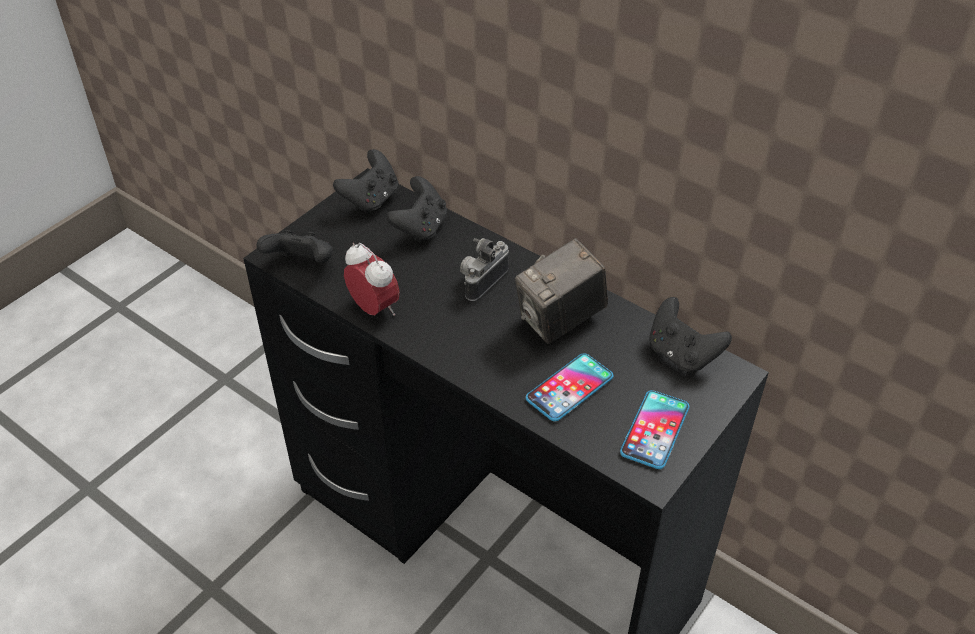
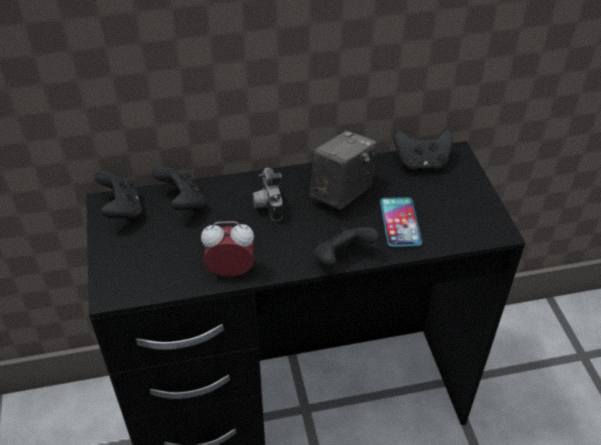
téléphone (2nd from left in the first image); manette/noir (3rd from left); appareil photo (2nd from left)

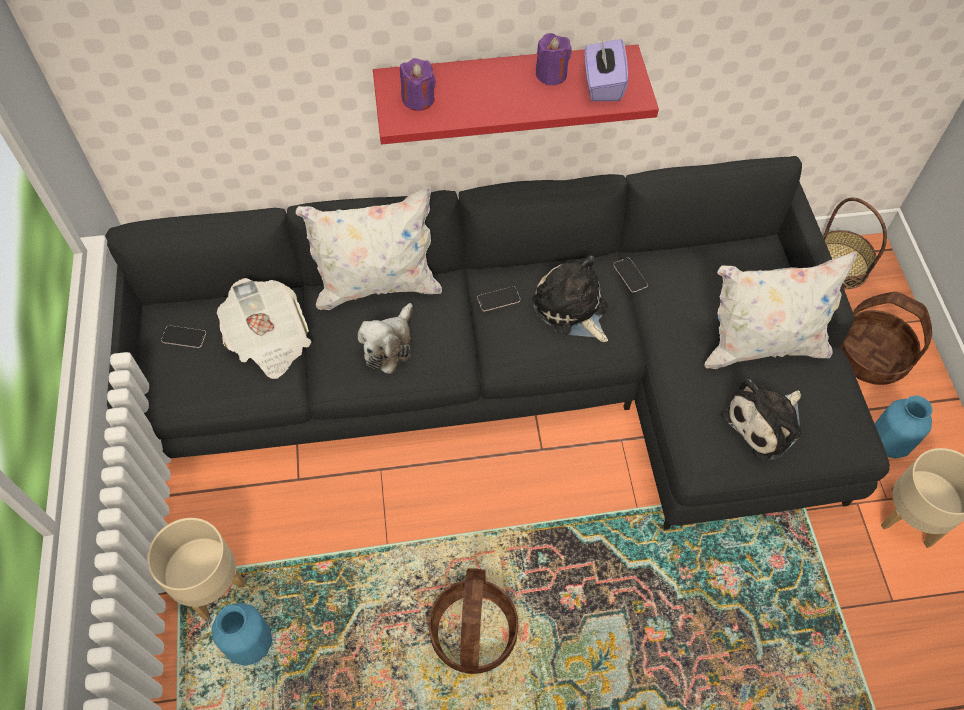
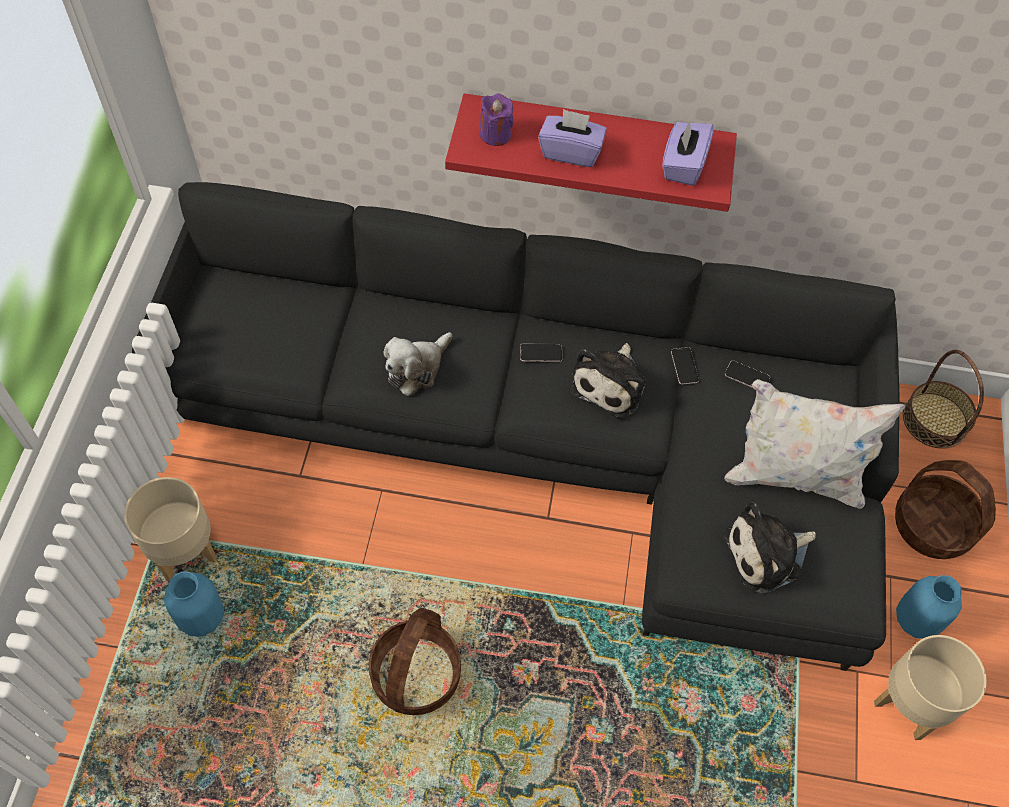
journal; coussin/blanc (1st from left in the first image); bougie/violet (2nd from left in the first image); boîte à mouchoirs/violet (1st from left); téléphone (3rd from left); peluche (2nd from left)

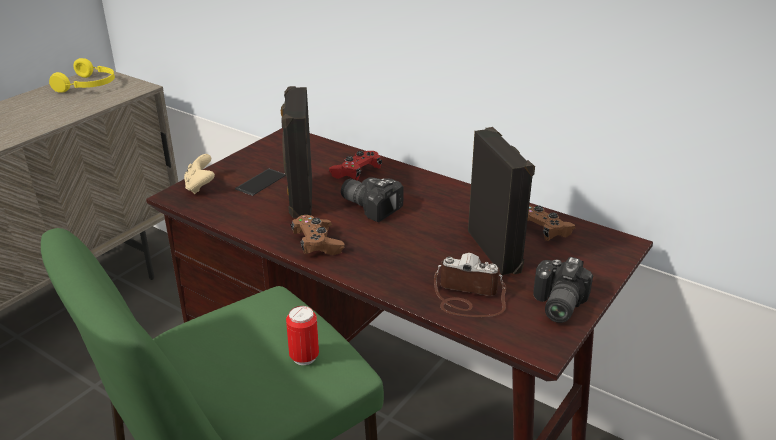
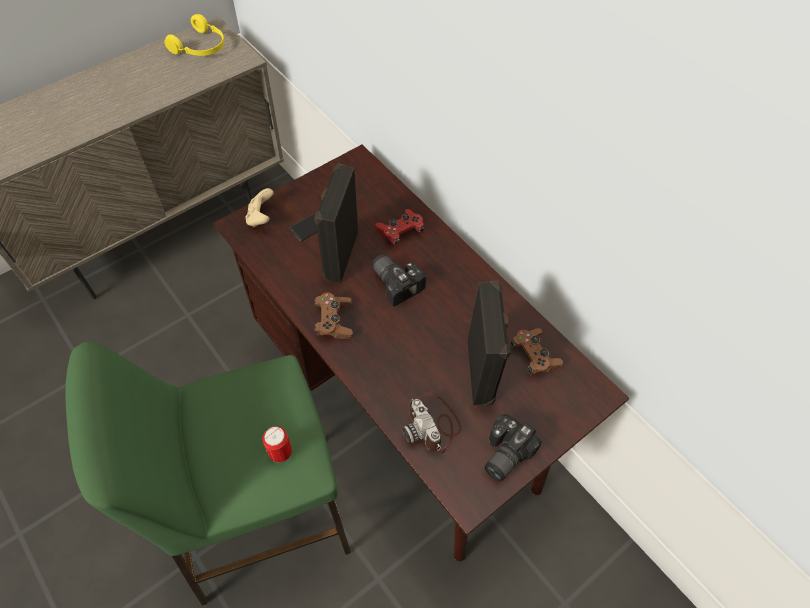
appareil photo (2nd from left)

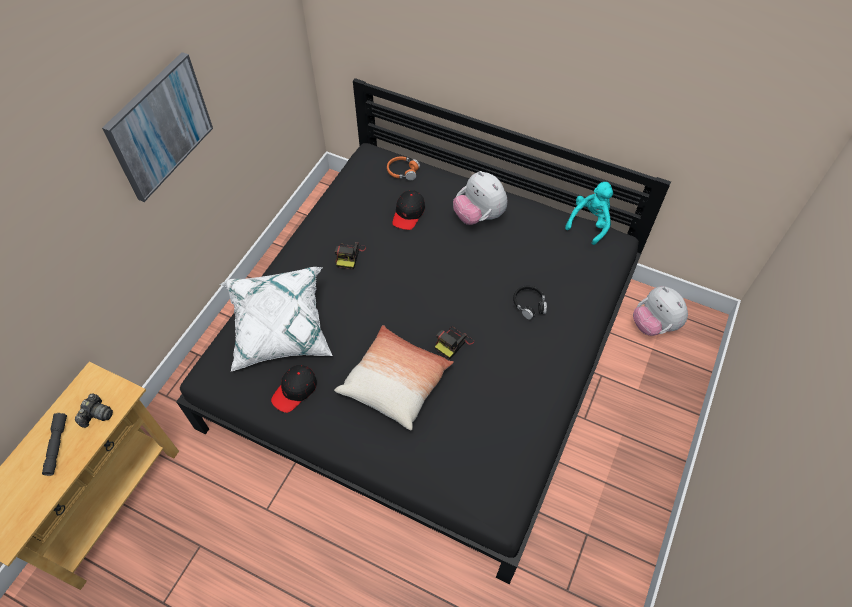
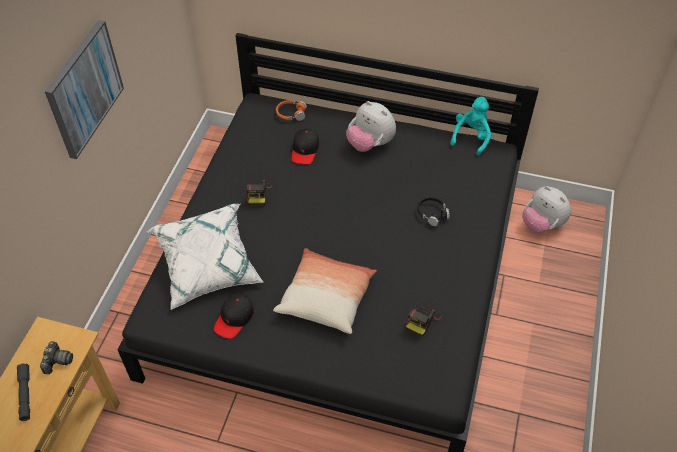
appareil photo (3rd from left)

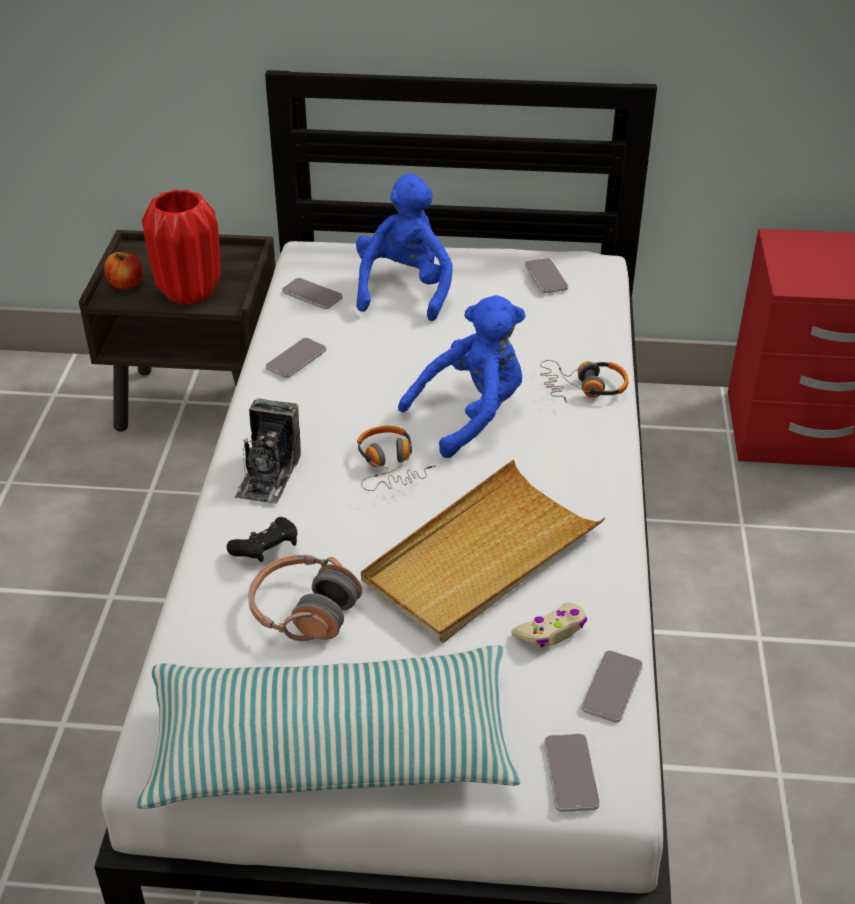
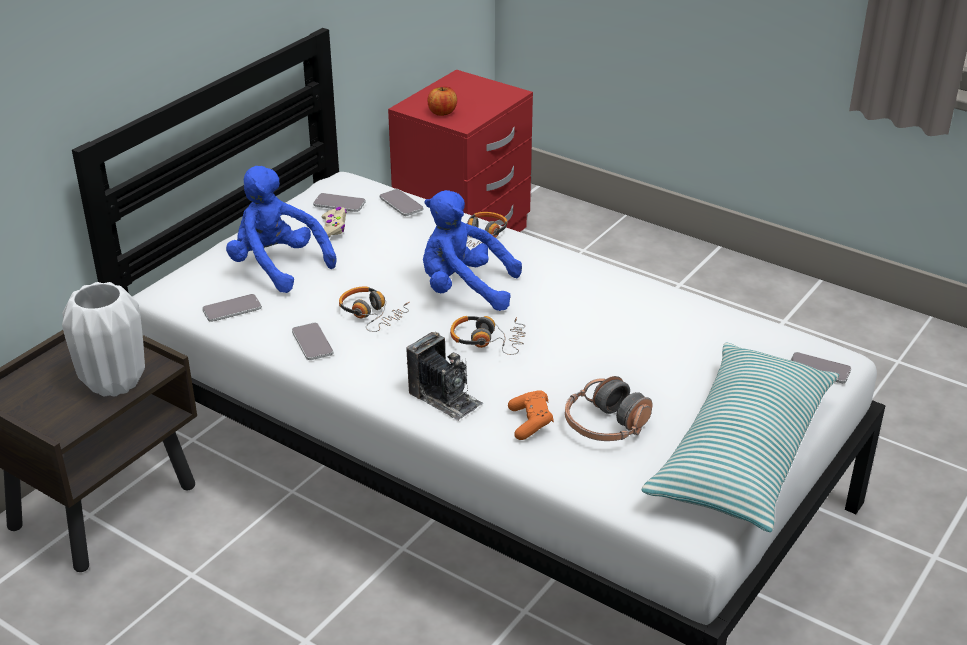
plateau/beige; casque audio (1st from left); pomme; manette/beige; téléphone (4th from left); vase/blanc; manette/orange; peluche/bleu (2nd from left)

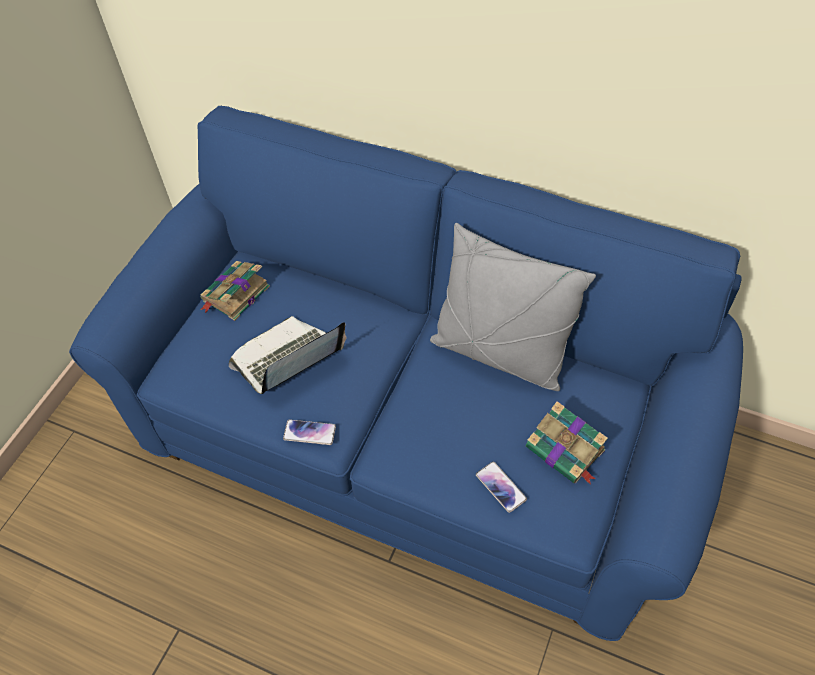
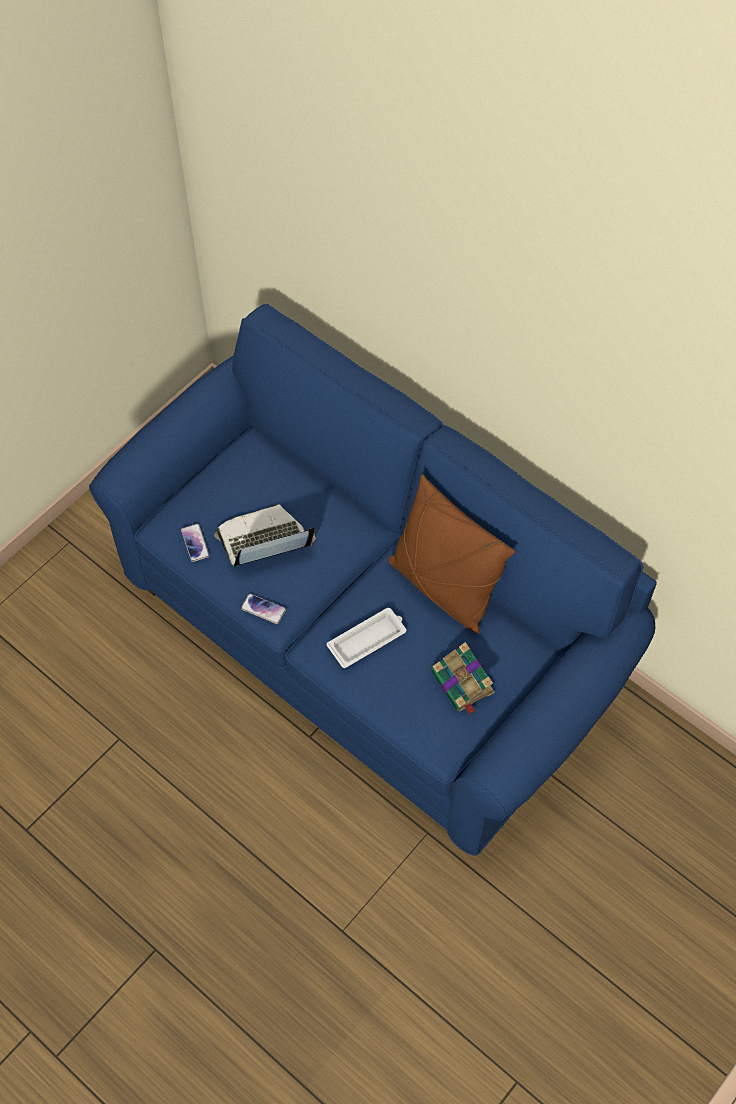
livre (1st from left in the first image); plateau/blanc; téléphone (1st from left); coussin/marron

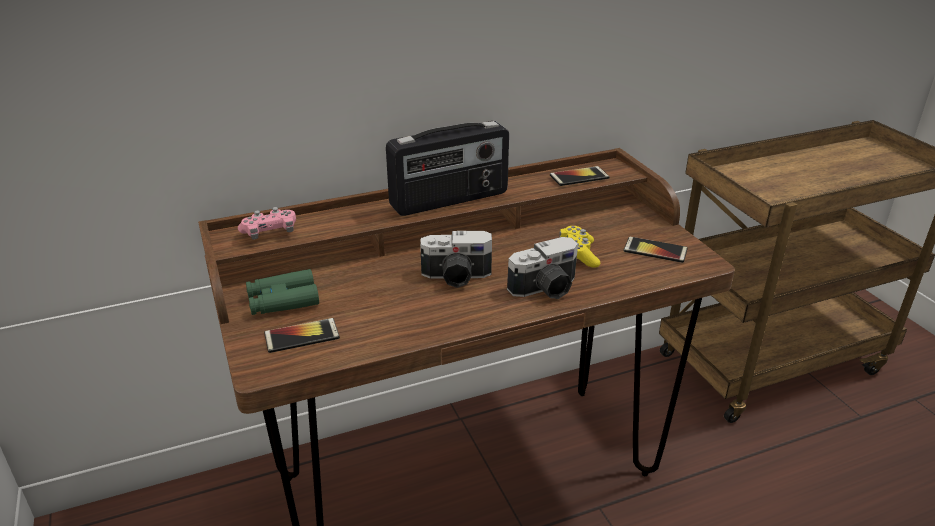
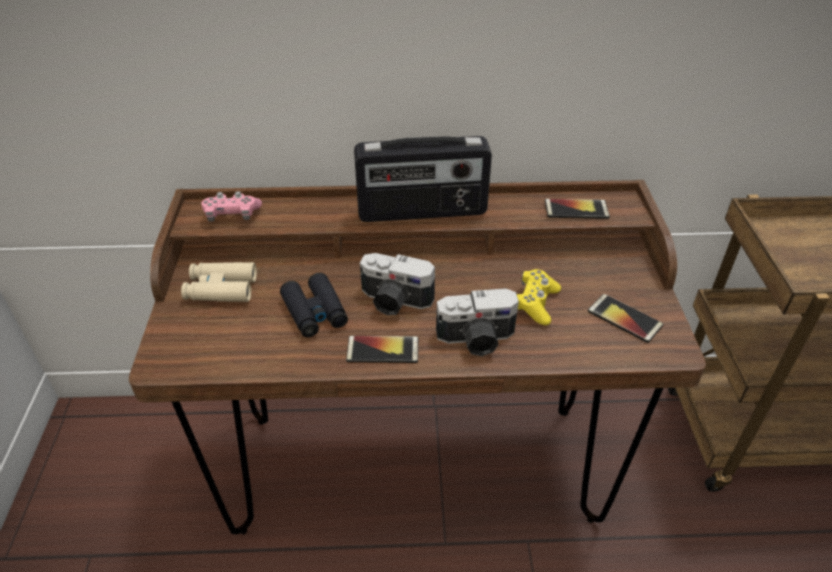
jumelles/noir; téléphone (1st from left); jumelles/beige

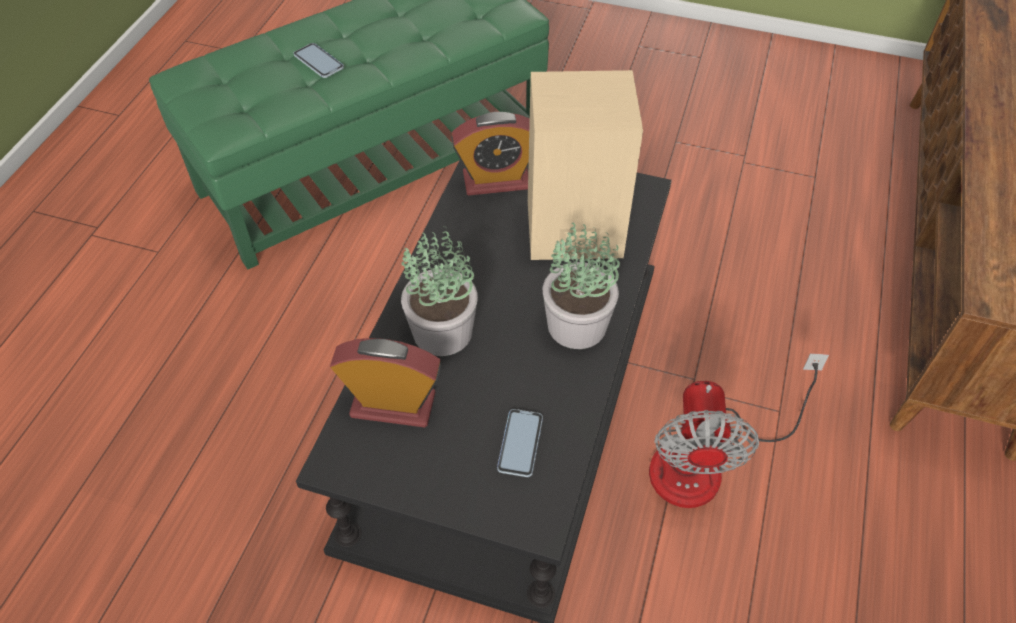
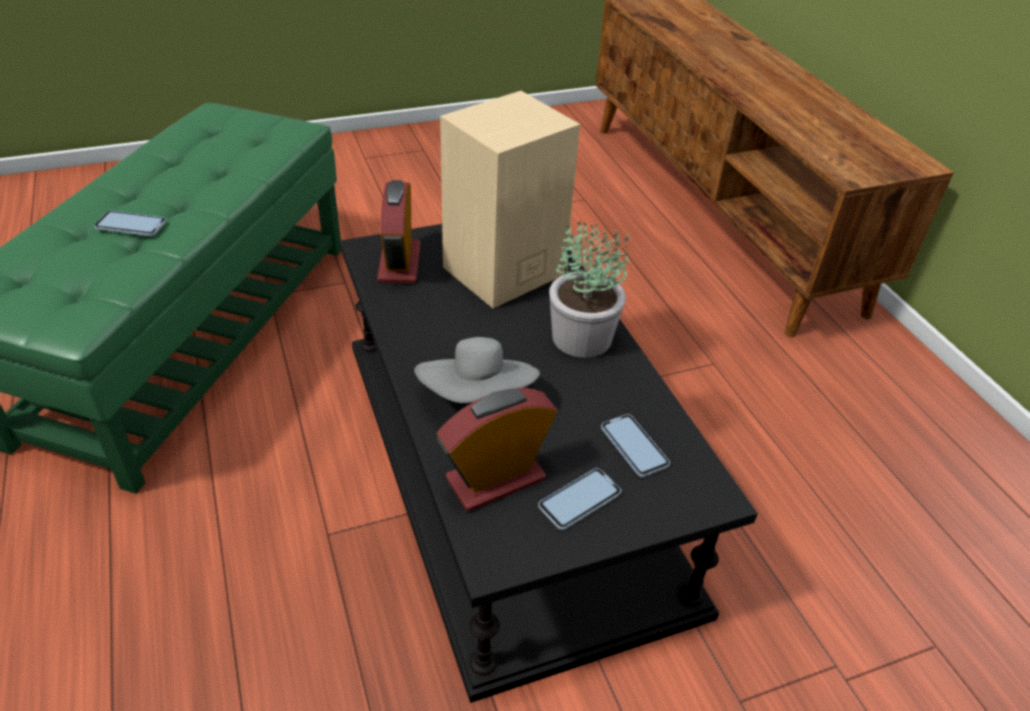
ventilateur; téléphone (2nd from left); chapeau/gris; réveil (1st from left)

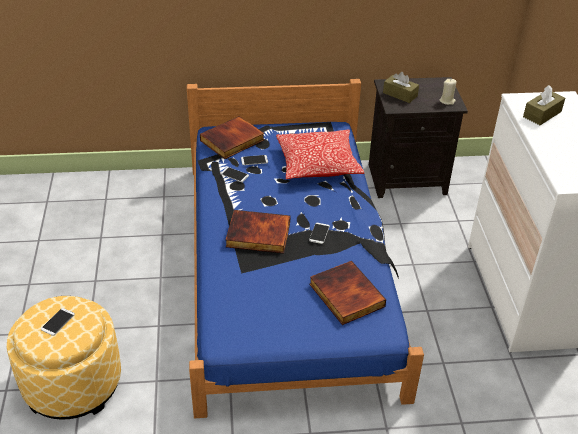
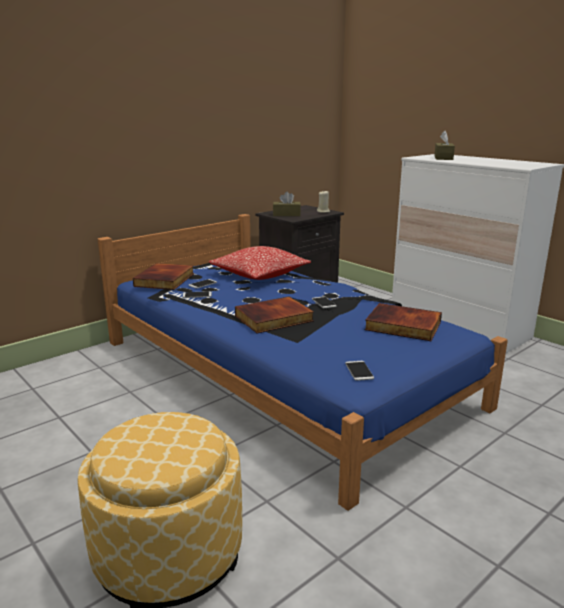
téléphone (4th from left)

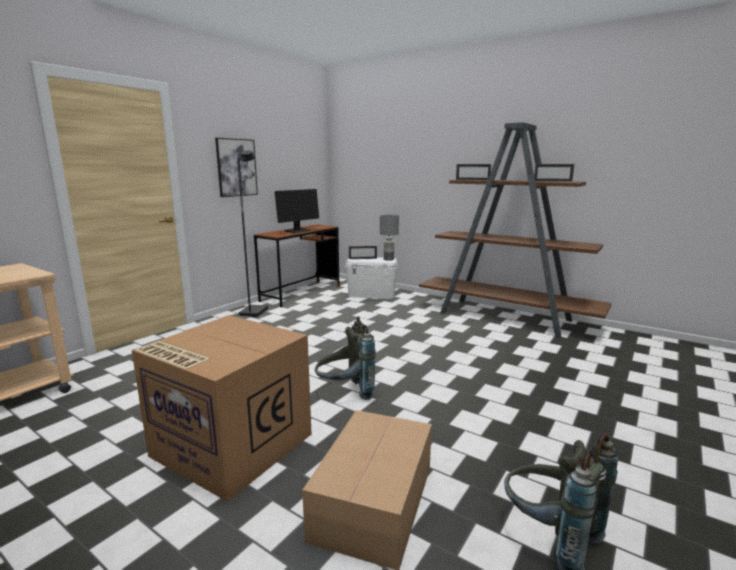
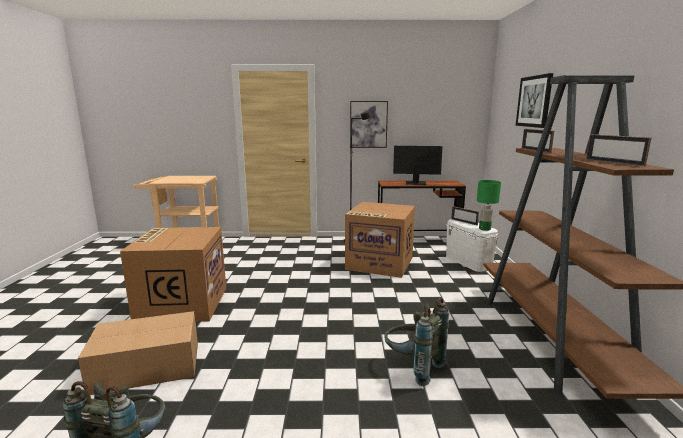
carton (3rd from left); tableau (2nd from left); sac à dos/gris (2nd from left); lampe de table/vert

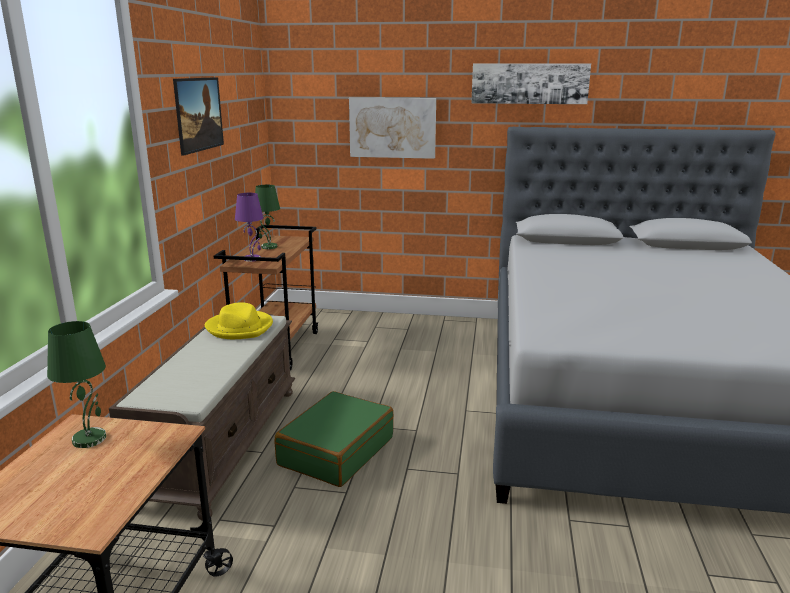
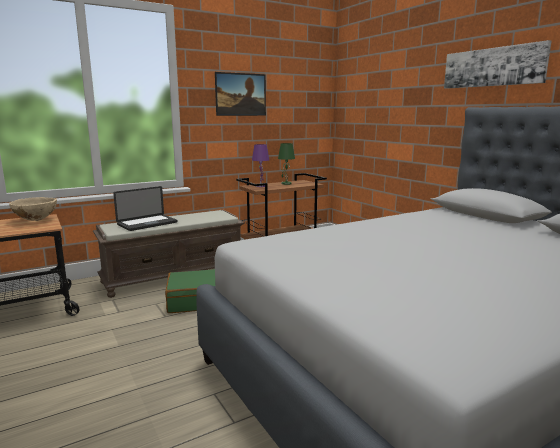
chapeau/jaune; tableau (2nd from left in the first image); ordinateur portable; bol/beige

